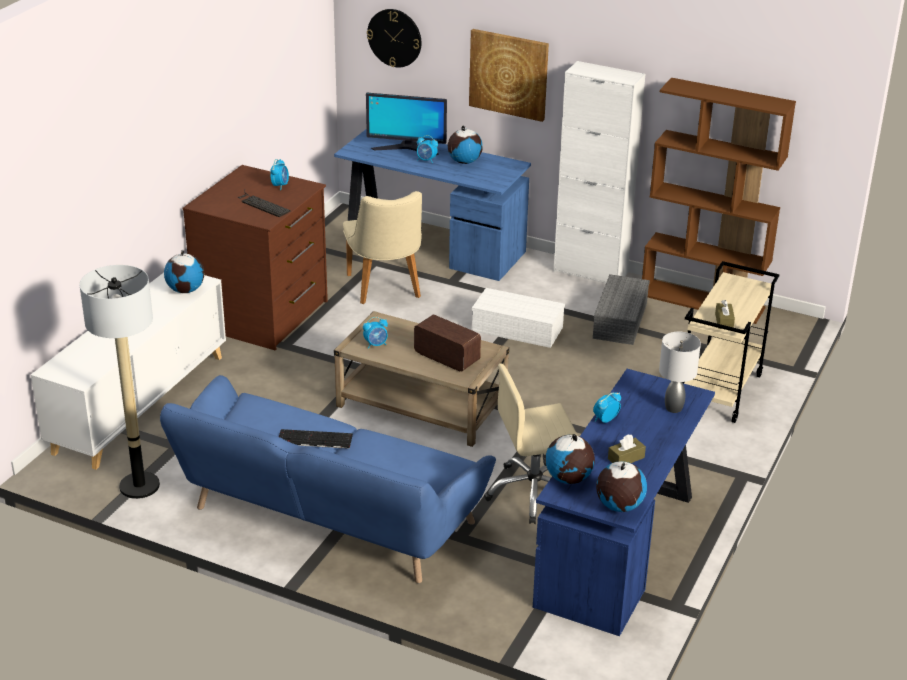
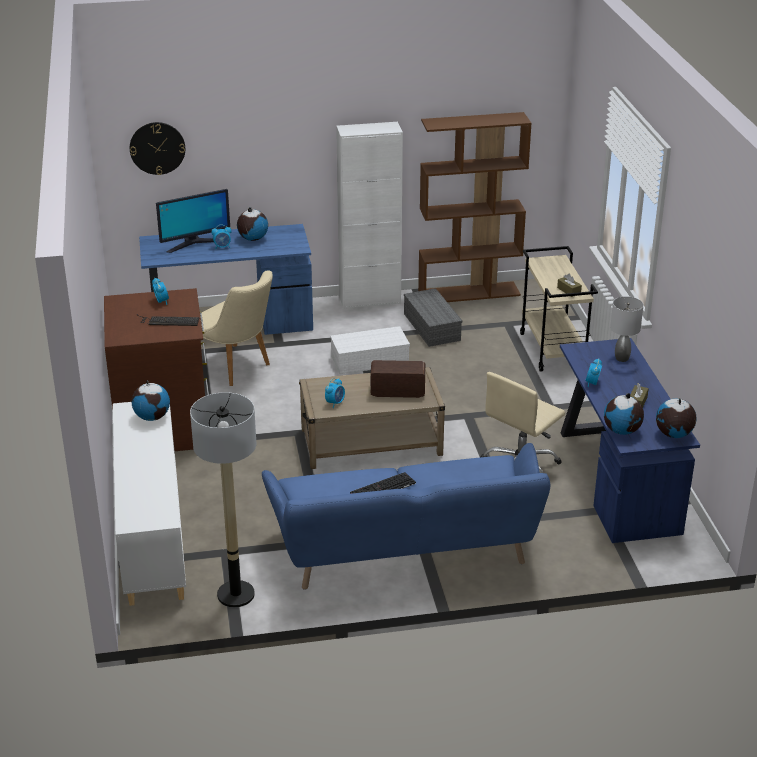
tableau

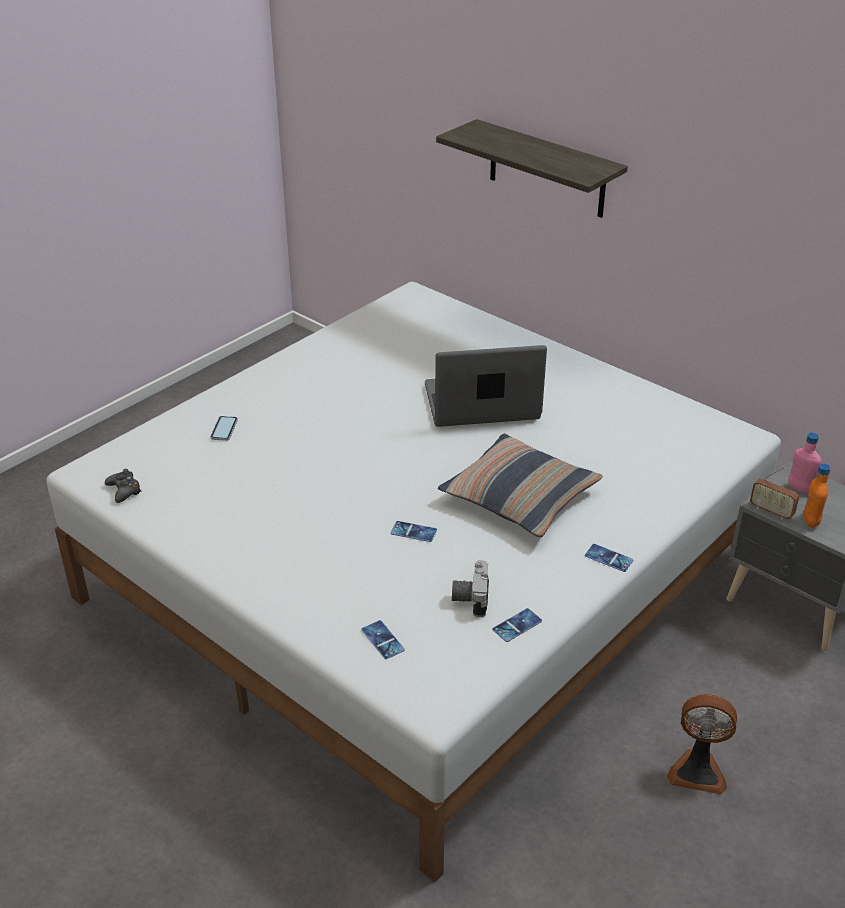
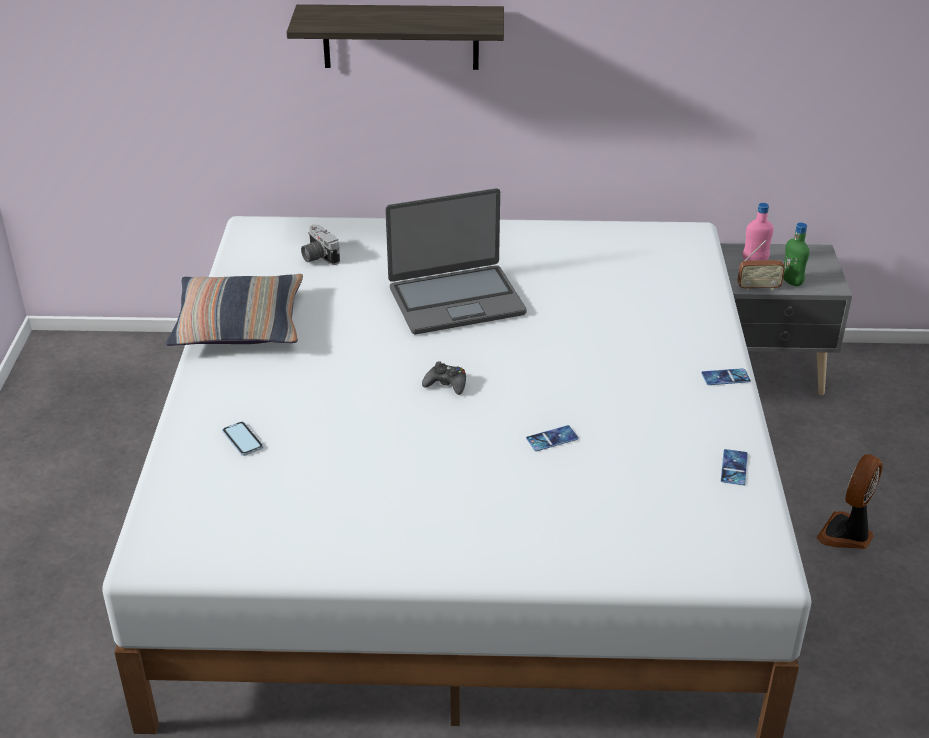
téléphone (2nd from left in the first image); manette/noir; coussin; appareil photo; bouteille/vert; ordinateur portable; ventilateur

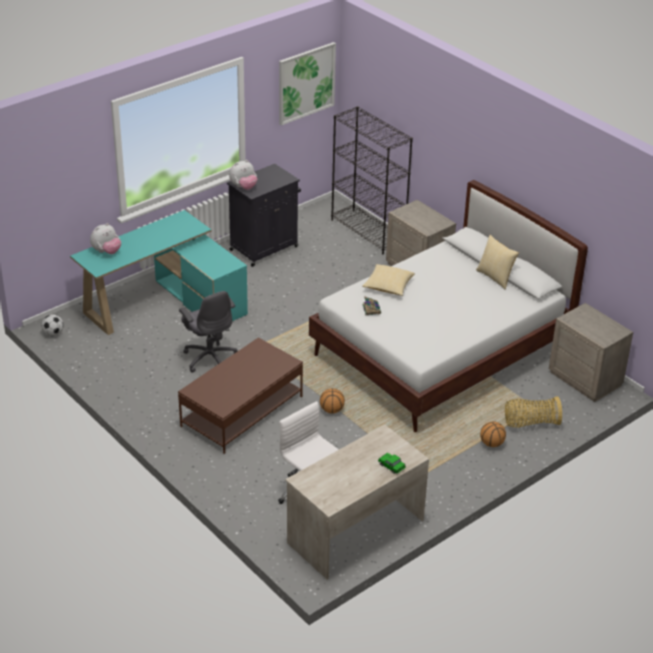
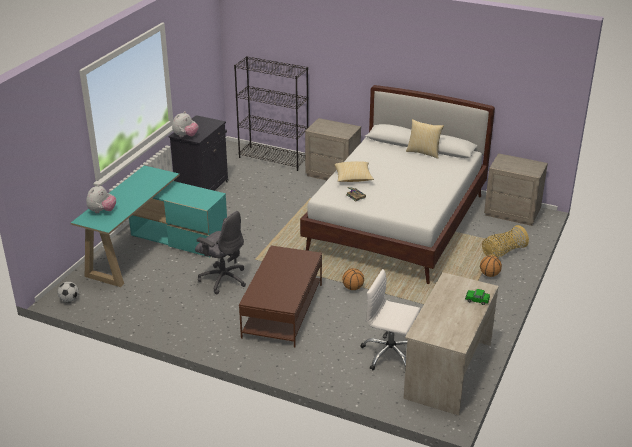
tableau

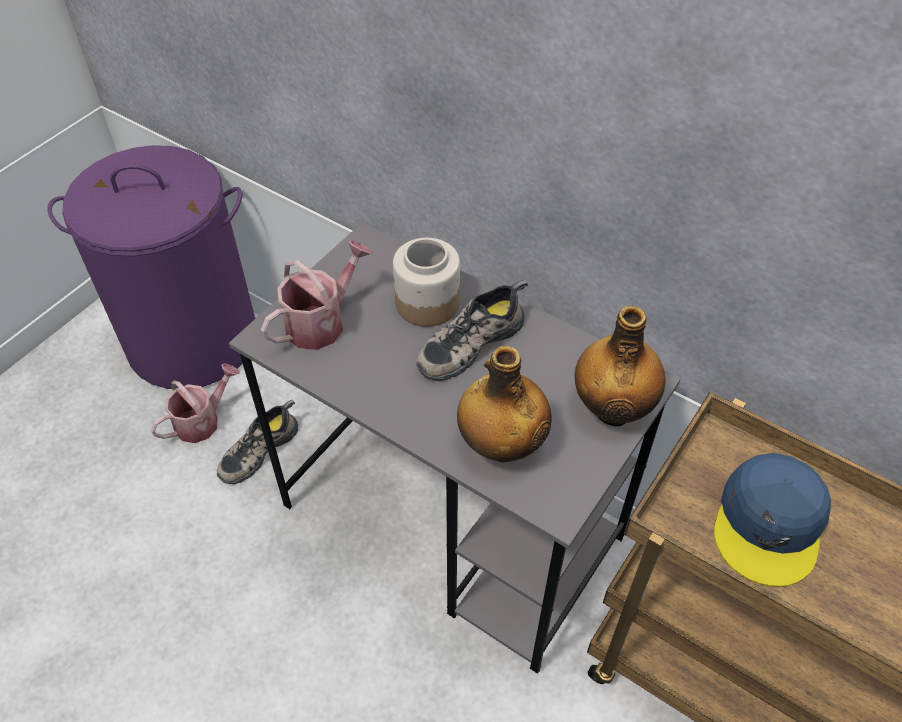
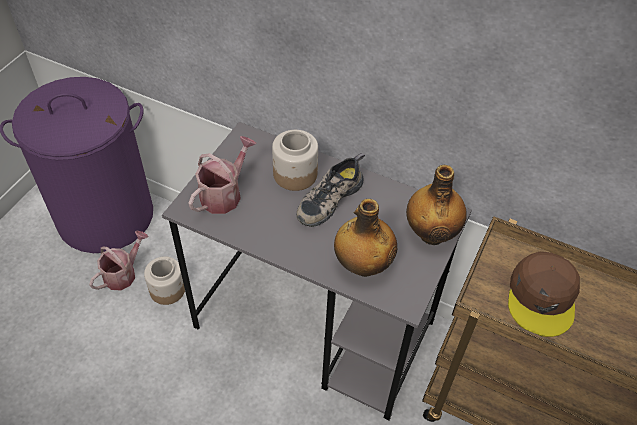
bocal (1st from left); casquette/marron

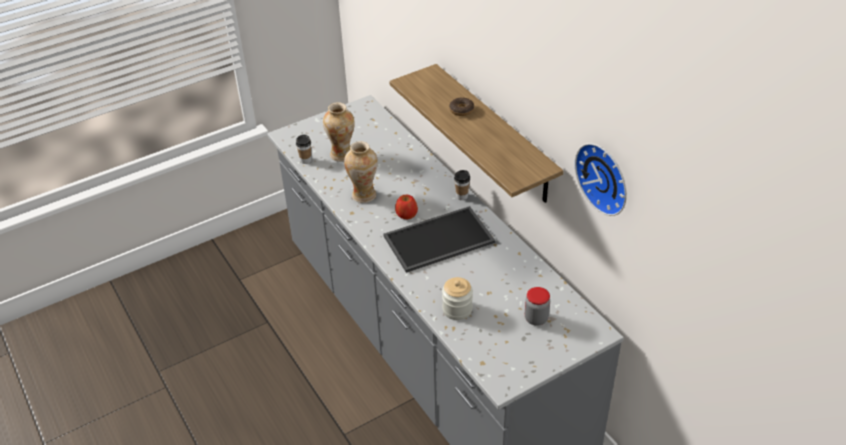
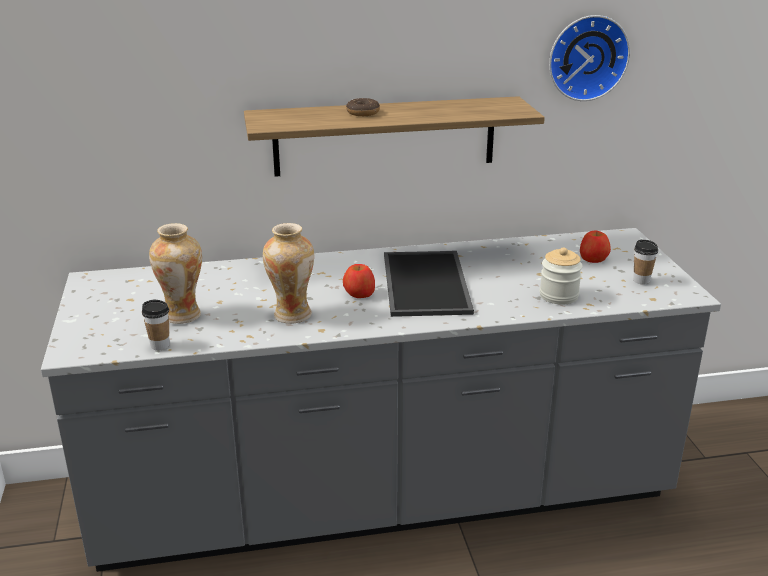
tasse (2nd from left); pomme (2nd from left)

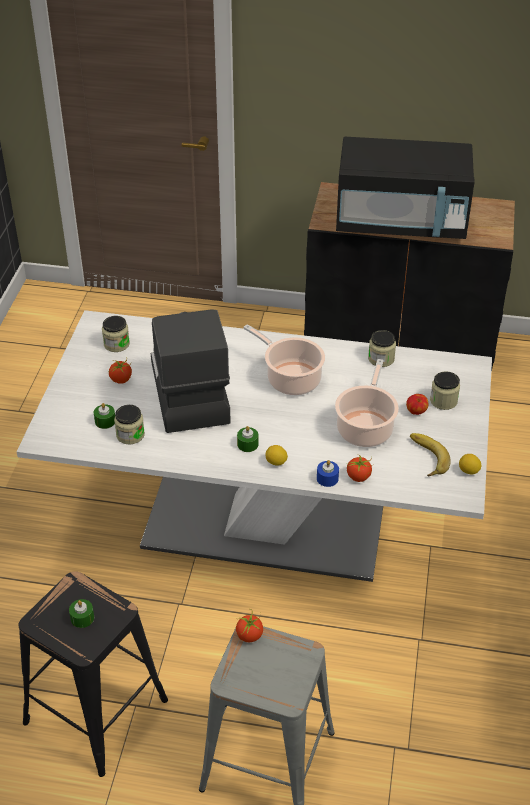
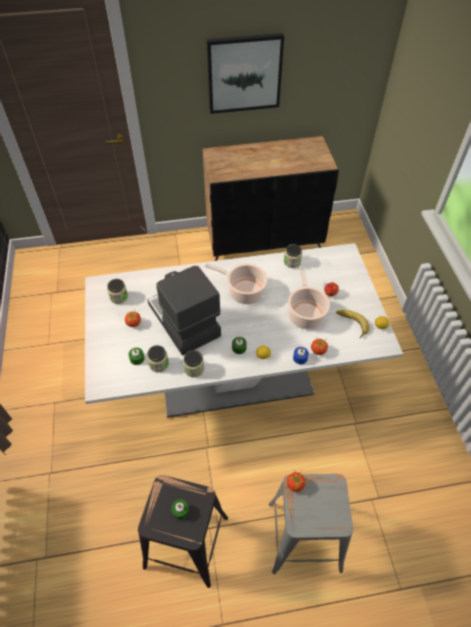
micro-ondes/noir; tableau; bocal (3rd from left)

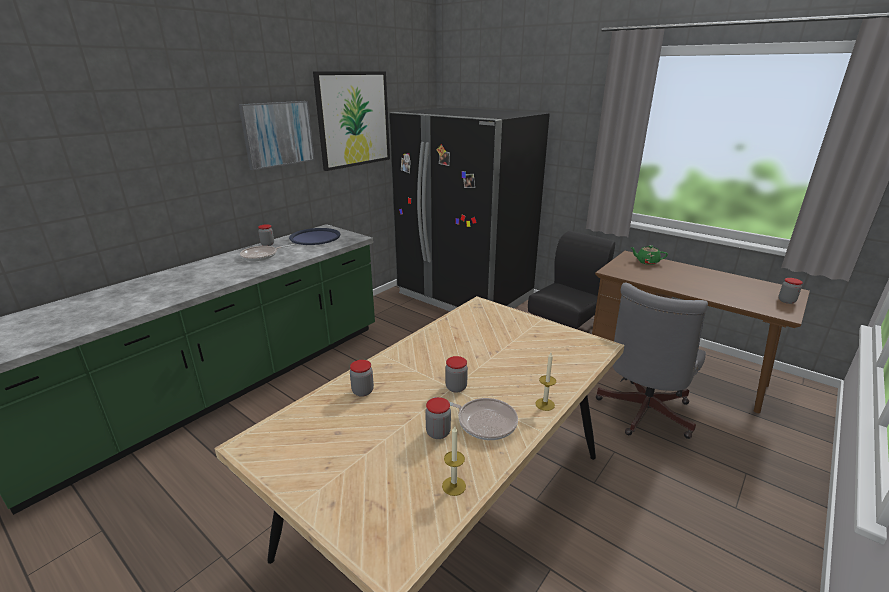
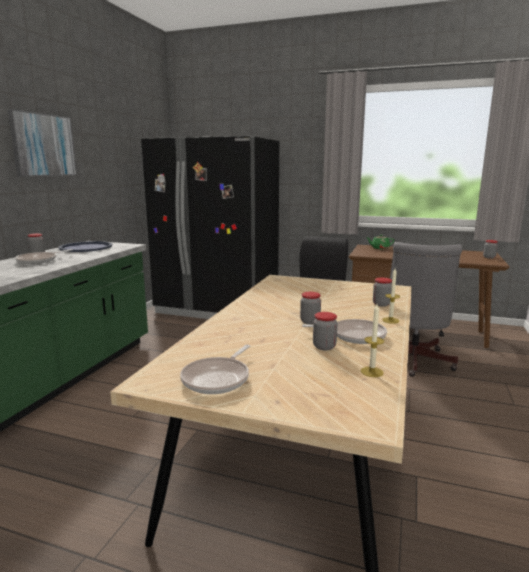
tableau (2nd from left in the first image); poêle (2nd from left); bocal (4th from left)

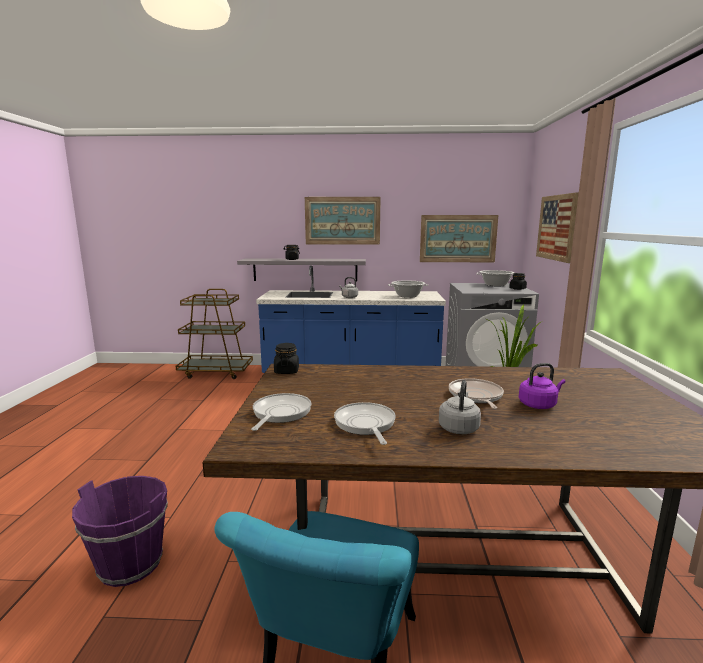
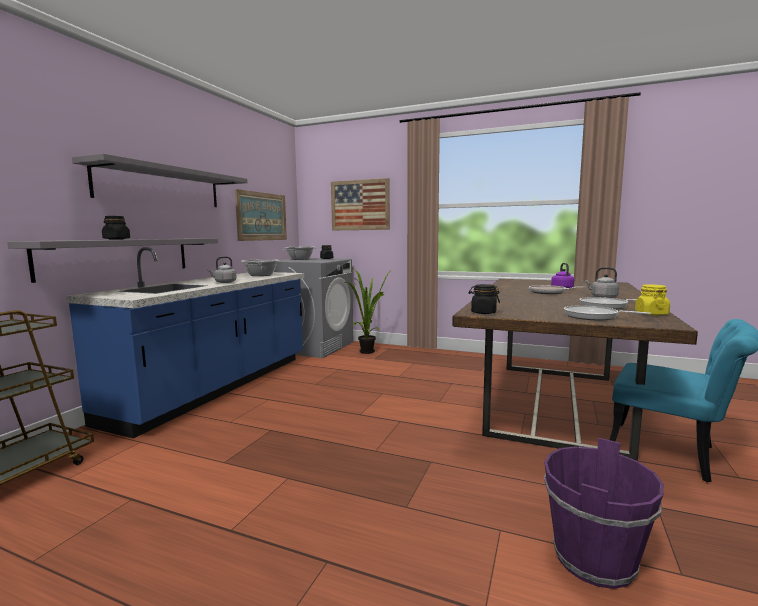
bocal/jaune; étagère/gris (2nd from left)

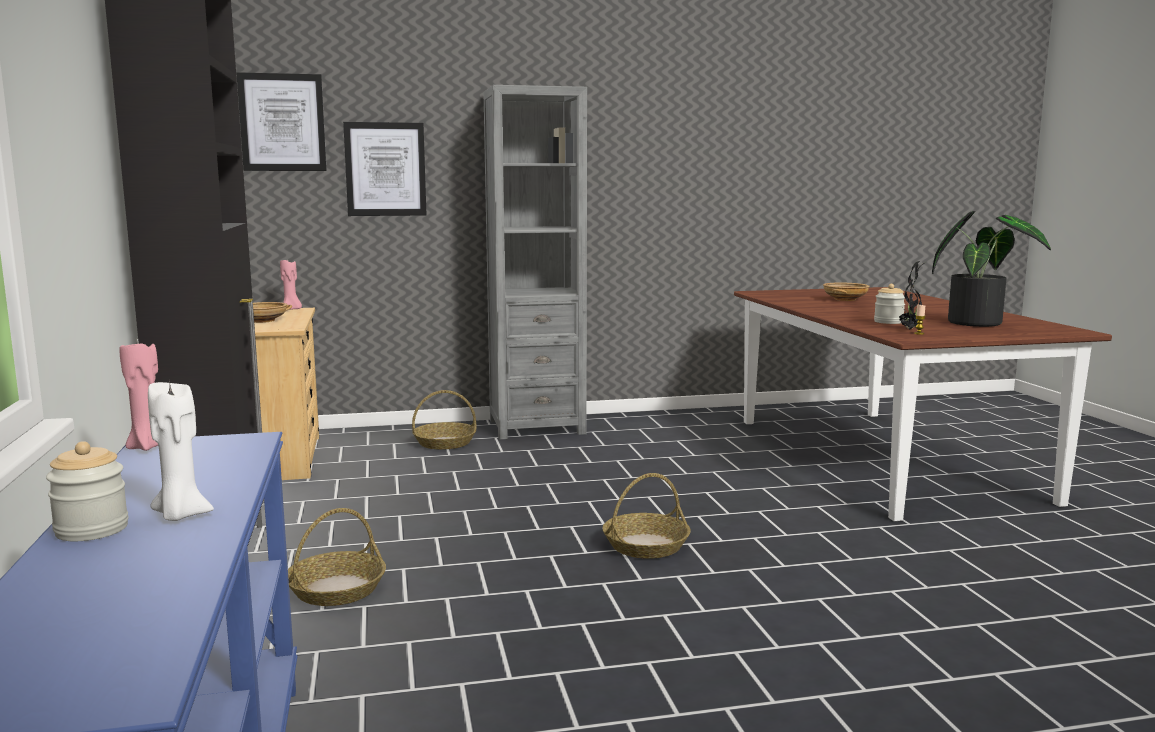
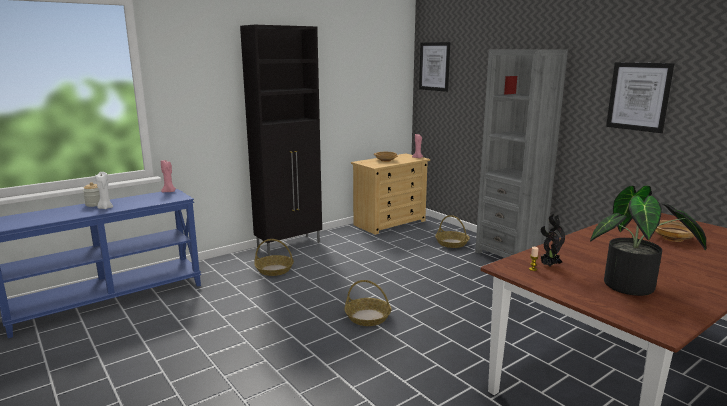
bocal (2nd from left in the first image); tableau (2nd from left)

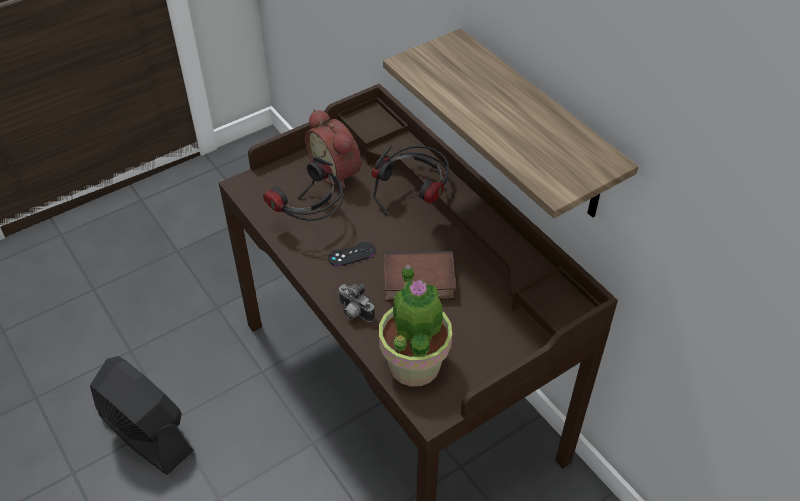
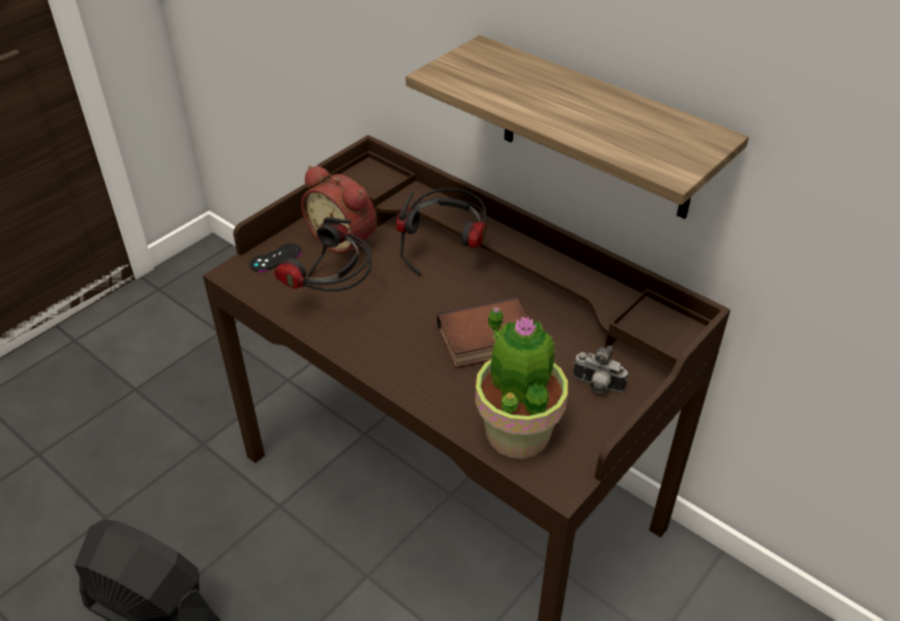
manette/noir; appareil photo

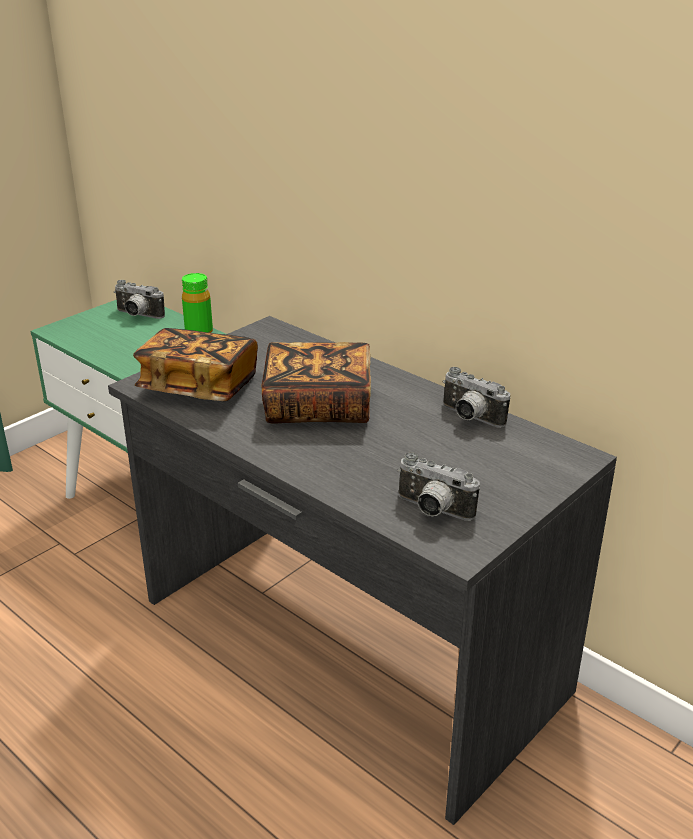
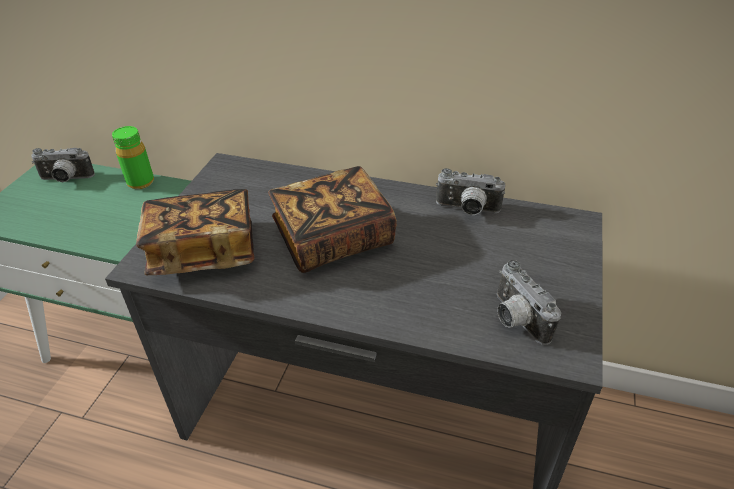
appareil photo (3rd from left)

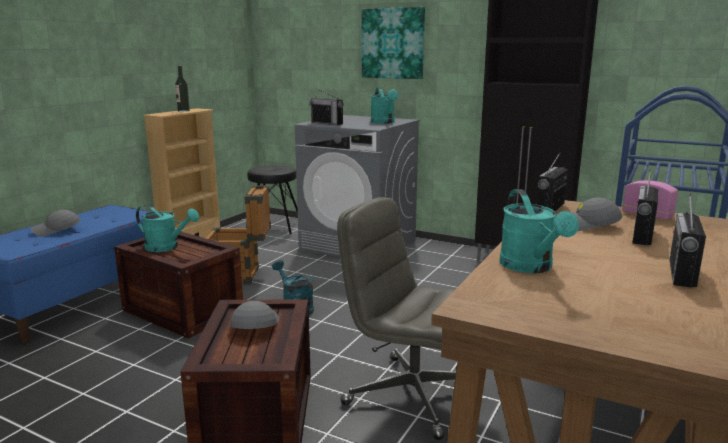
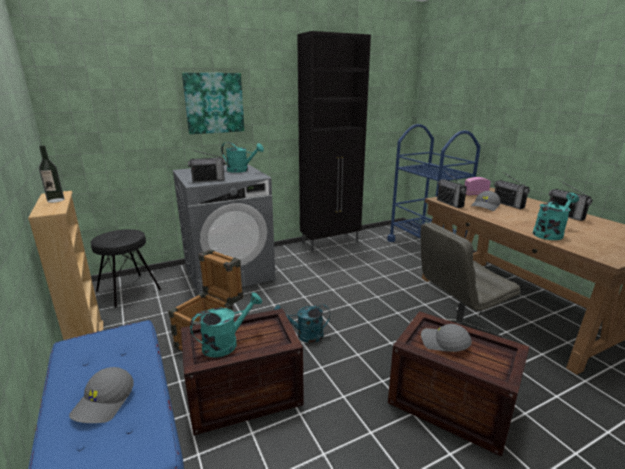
arrosoir/turquoise (4th from left)

